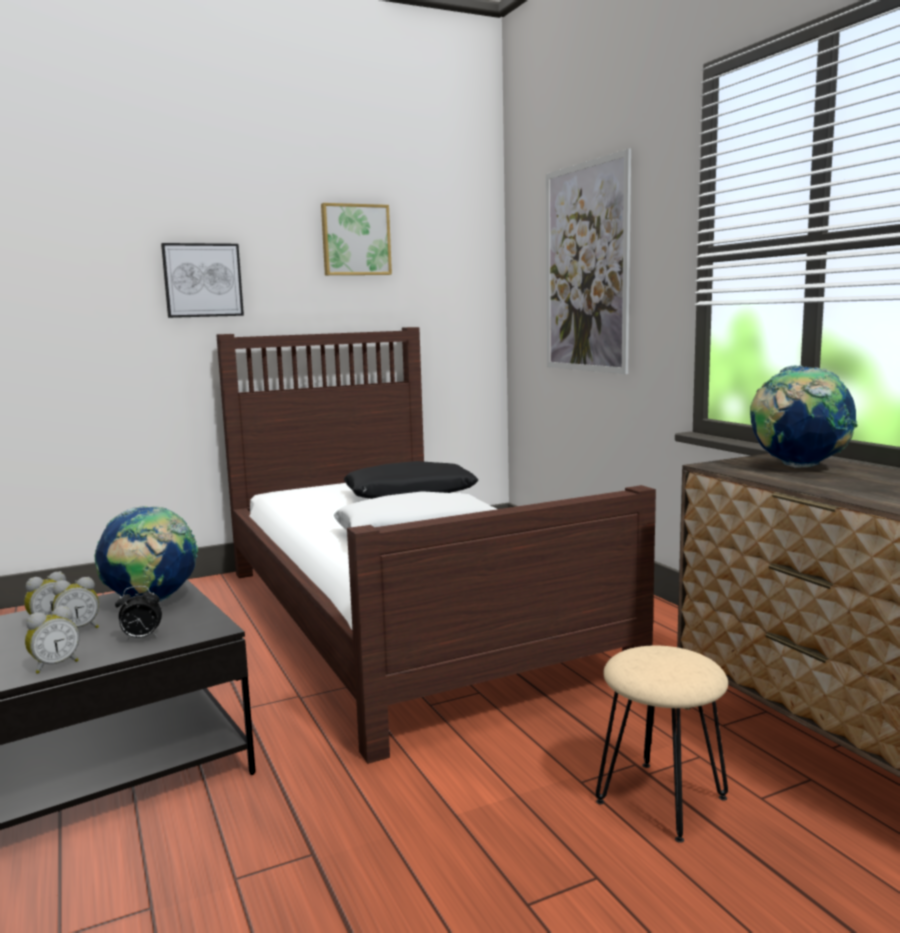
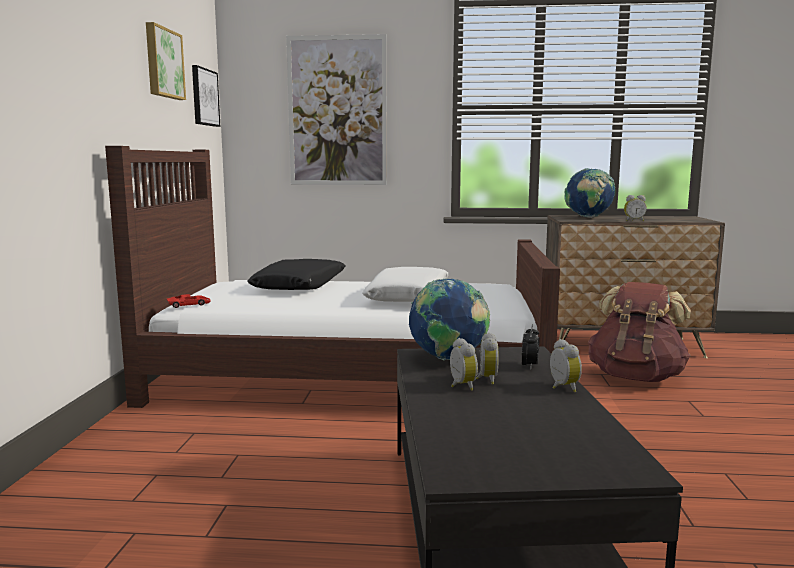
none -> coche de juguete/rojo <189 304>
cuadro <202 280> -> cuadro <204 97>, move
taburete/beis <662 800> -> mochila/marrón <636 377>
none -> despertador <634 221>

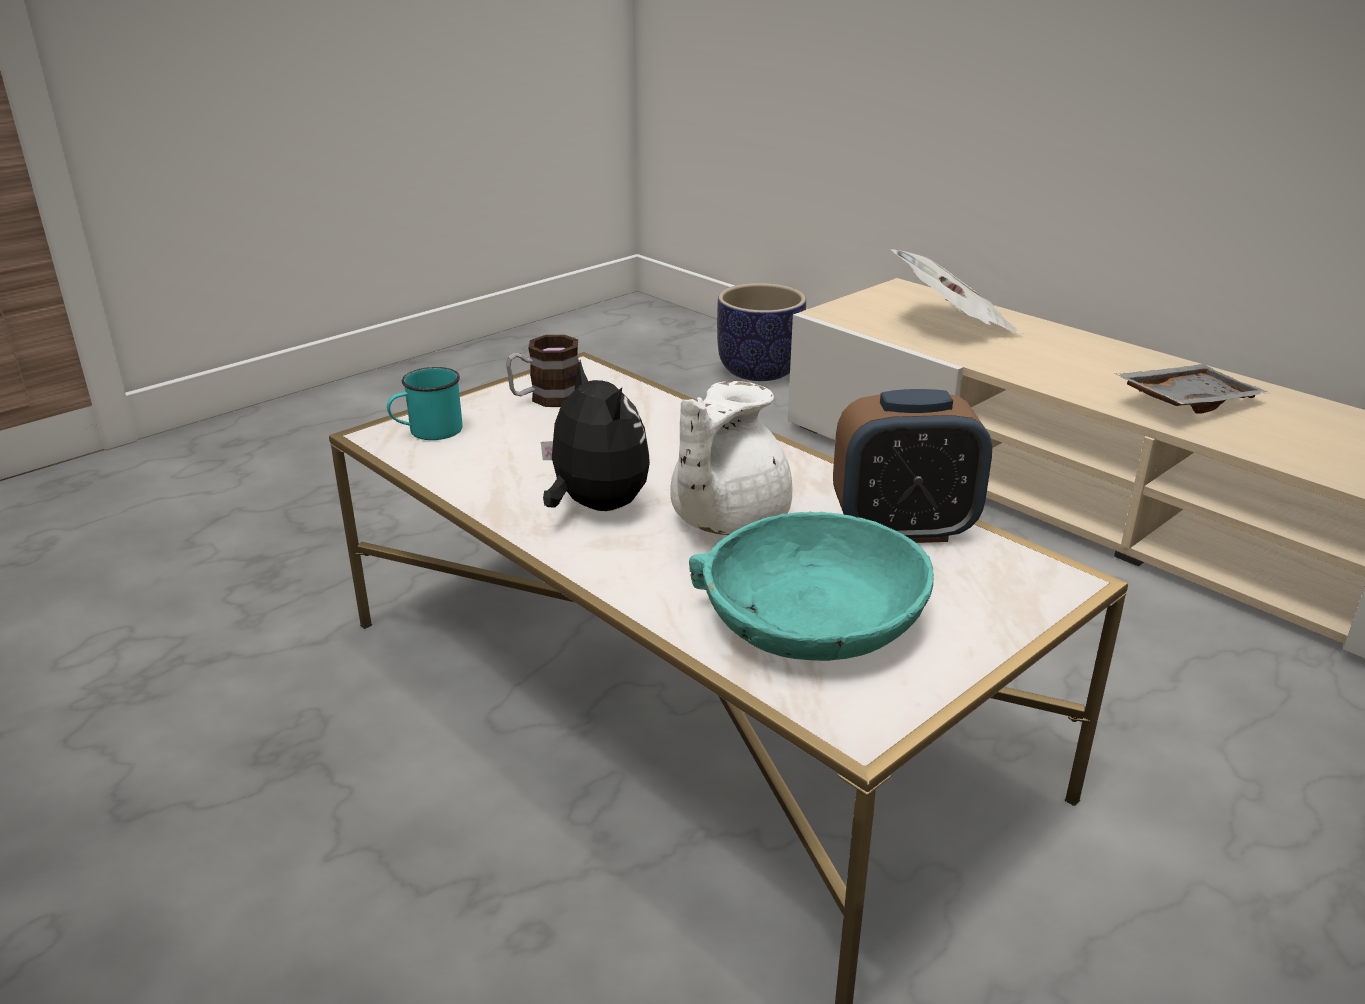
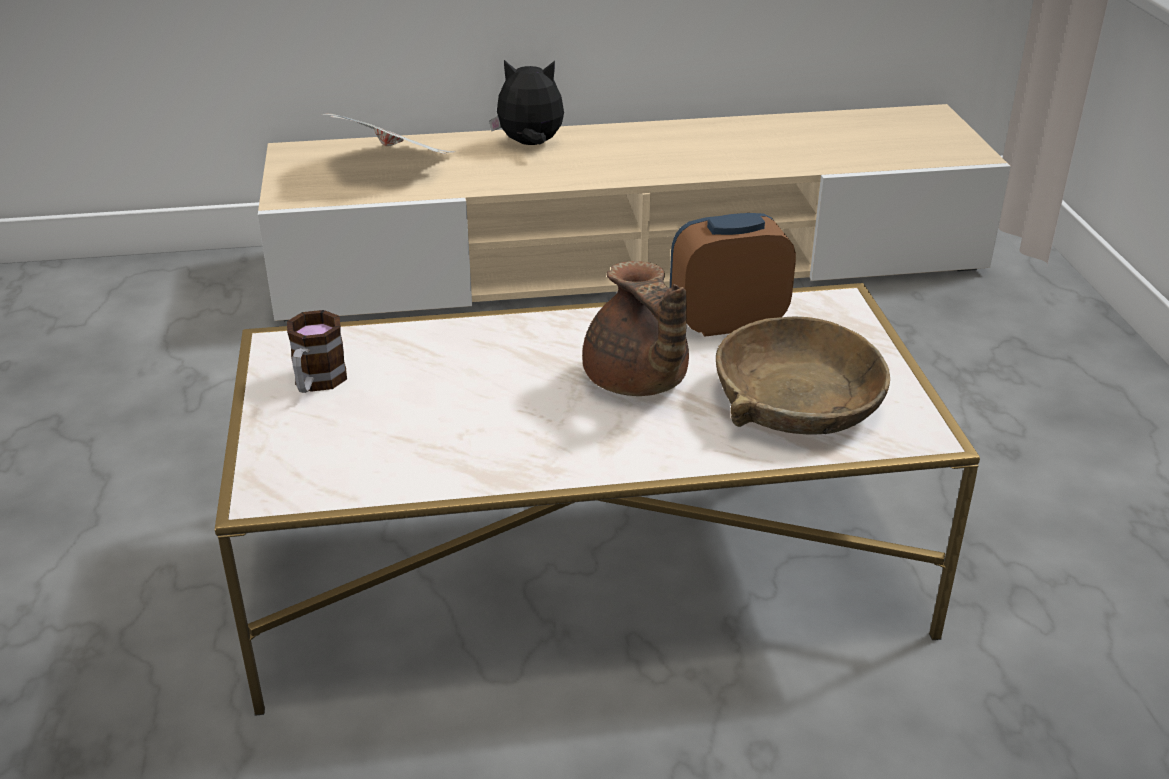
peluche <595 506> -> peluche <530 145>, move
tetera/blanco <725 520> -> tetera/marrón <637 382>
despertador <903 530> -> despertador <727 322>, 135 degrees counterclockwise
cuenco/turquesa <812 617> -> cuenco/marrón <797 401>
taza grande/turquesa <428 432> -> none
maceta <758 371> -> none
bandeja/gris <1185 402> -> none

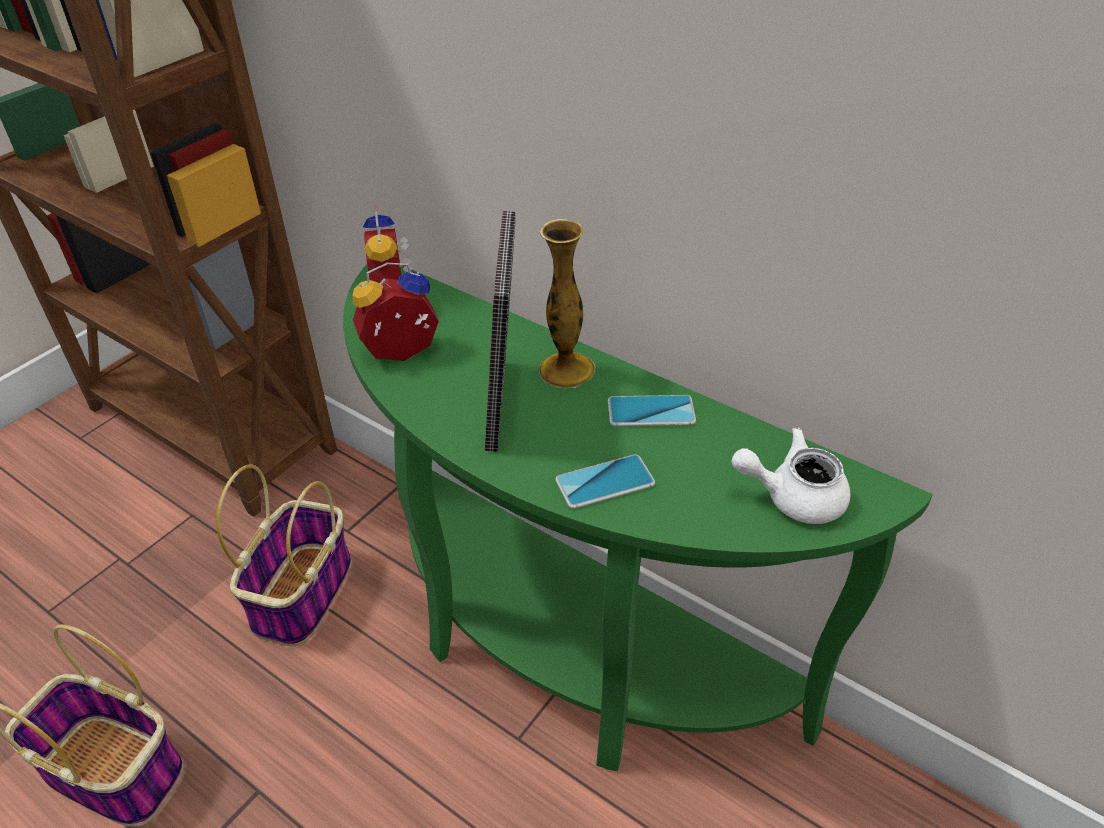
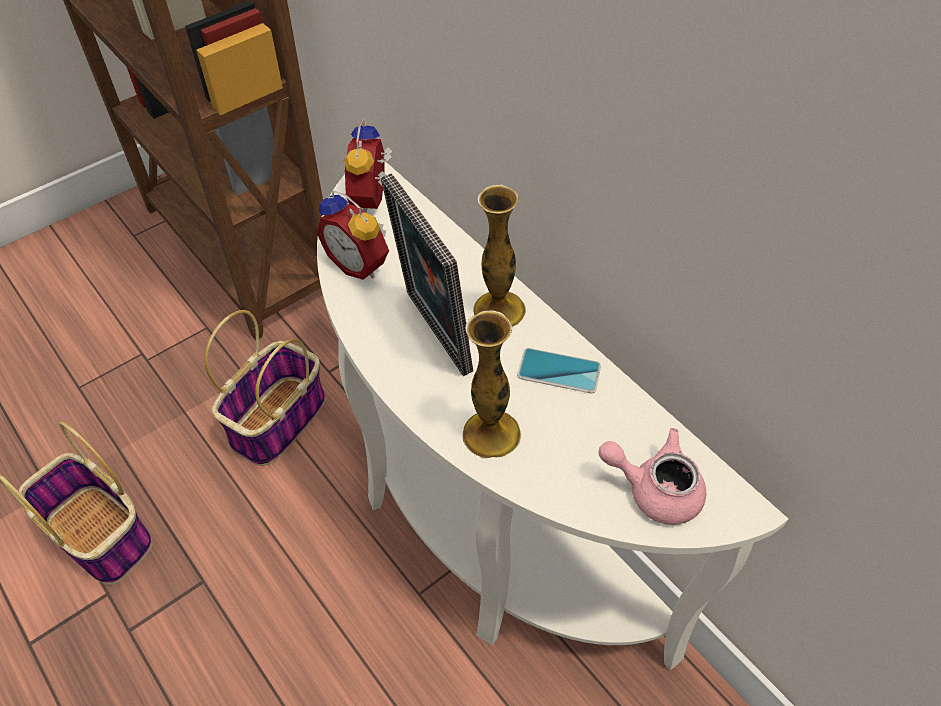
despertador <402 355> -> despertador <360 263>, 135 degrees counterclockwise
mesa consola/verde <562 650> -> mesa consola/blanco <479 525>
portarretratos <504 404> -> portarretratos <431 334>, 135 degrees clockwise
móvil <605 482> -> florero <491 434>
tetera/blanco <792 496> -> tetera/rosa <654 489>

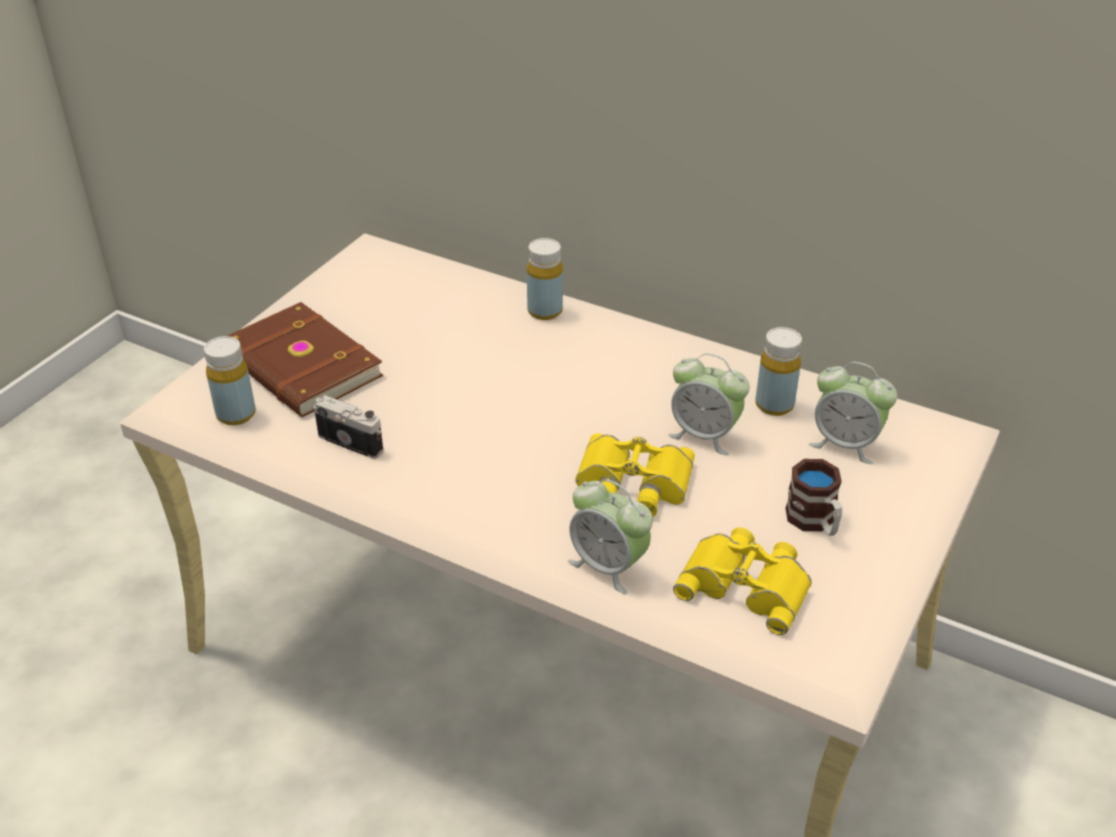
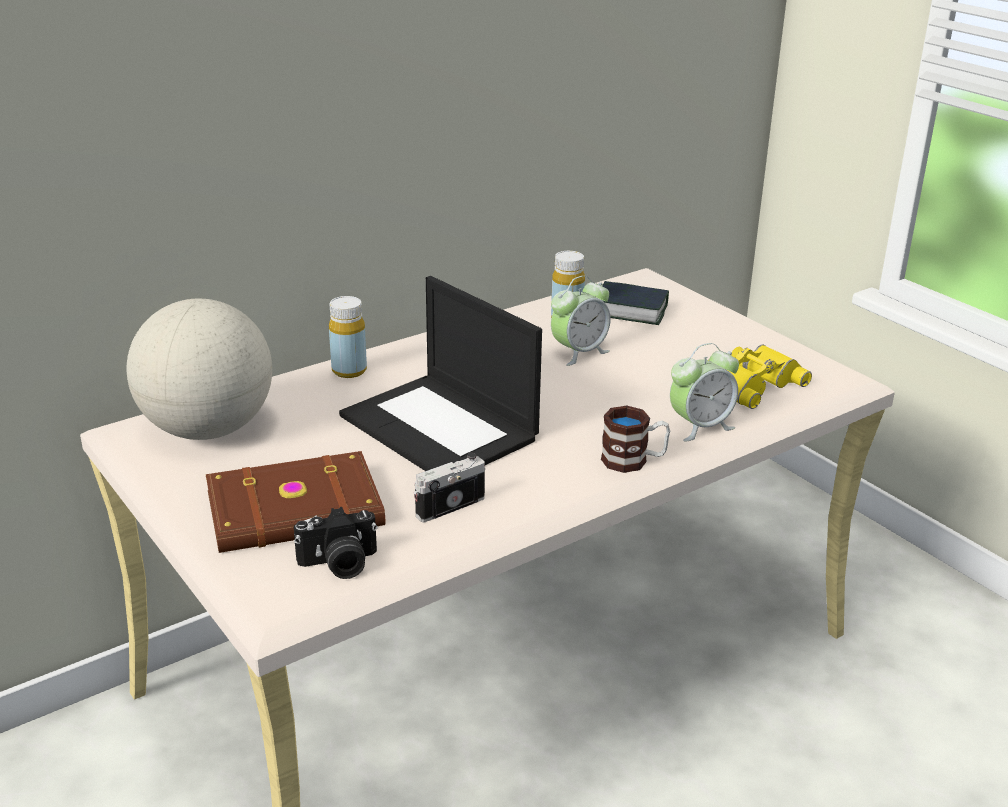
none -> globo terráqueo <208 429>
botella/amarillo <236 414> -> cámara <339 564>
none -> portátil <441 428>
taza grande <815 522> -> taza grande <634 461>, move
despertador <845 444> -> libro <630 310>
prismáticos/amarillo <632 484> -> none

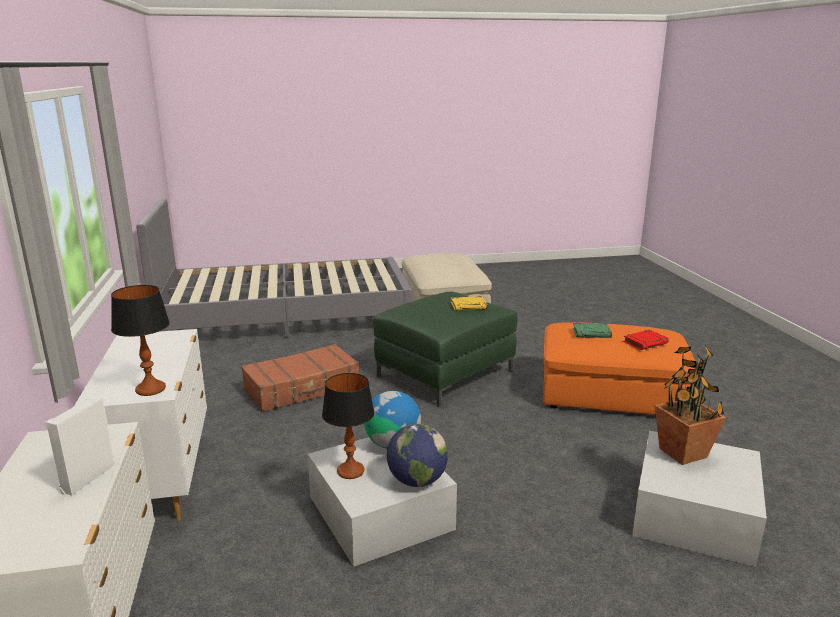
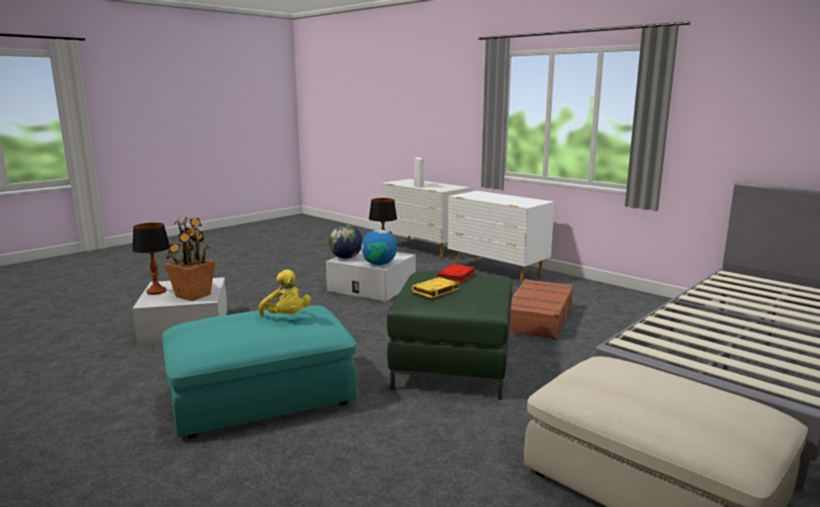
lámpara de mesa <151 389> -> lámpara de mesa <156 291>, move
puf/naranja <611 393> -> puf/turquesa <261 396>
libro/verde <592 333> -> peluche/amarillo <286 317>
libro/rojo <645 342> -> libro/rojo <456 276>, move

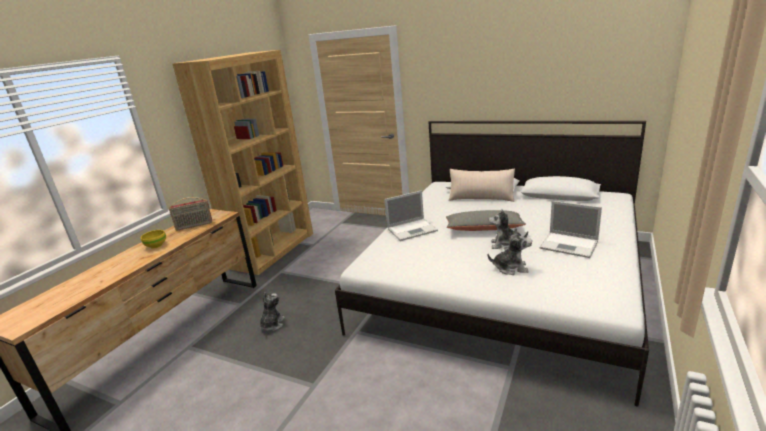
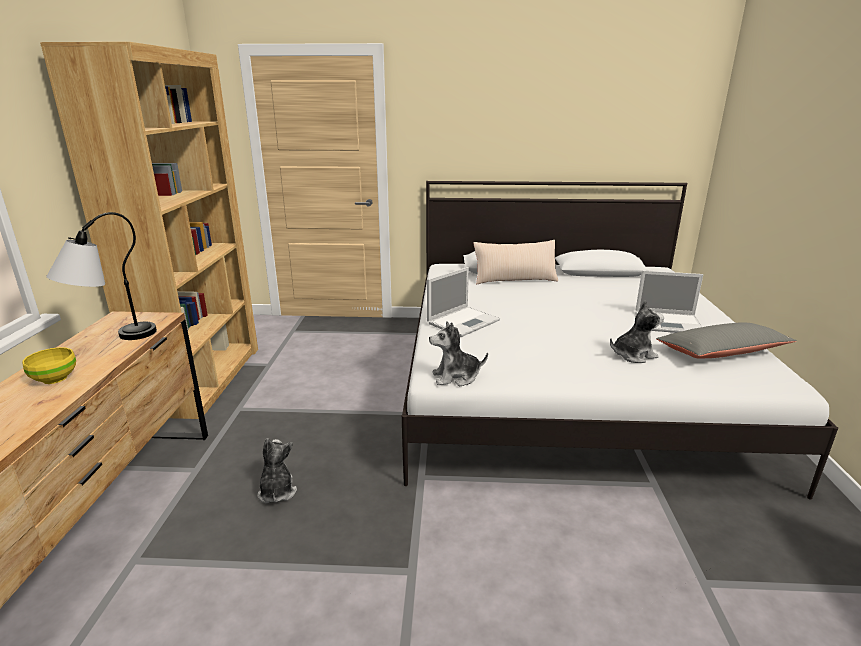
radio <194 226> -> lámpara de mesa <112 339>
peluche <506 245> -> peluche <456 377>, move
cojín/gris <484 228> -> cojín/gris <721 352>, move

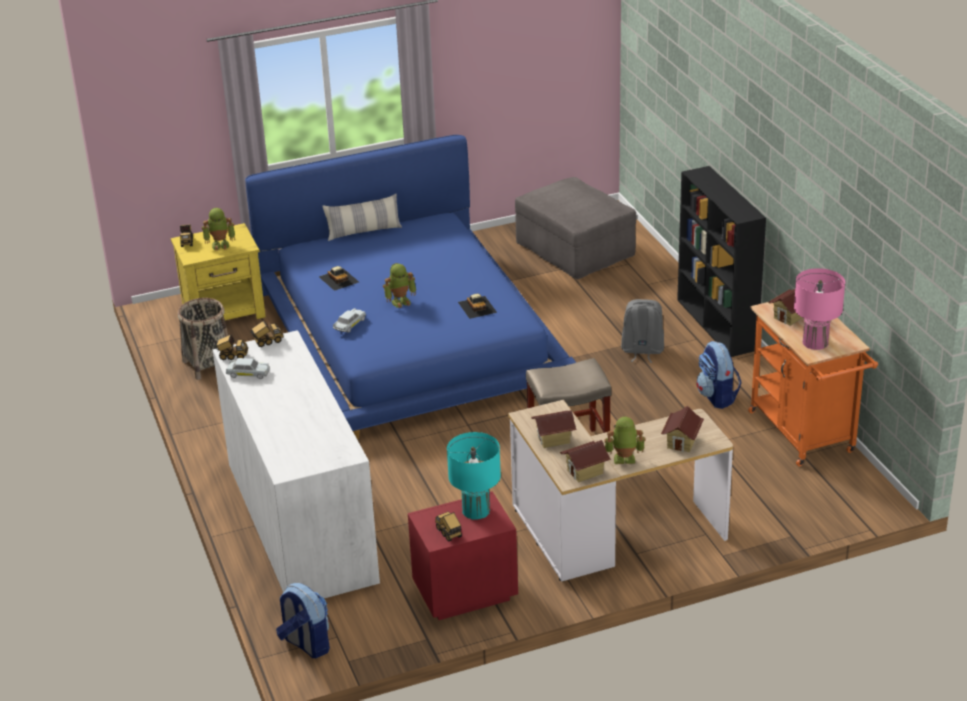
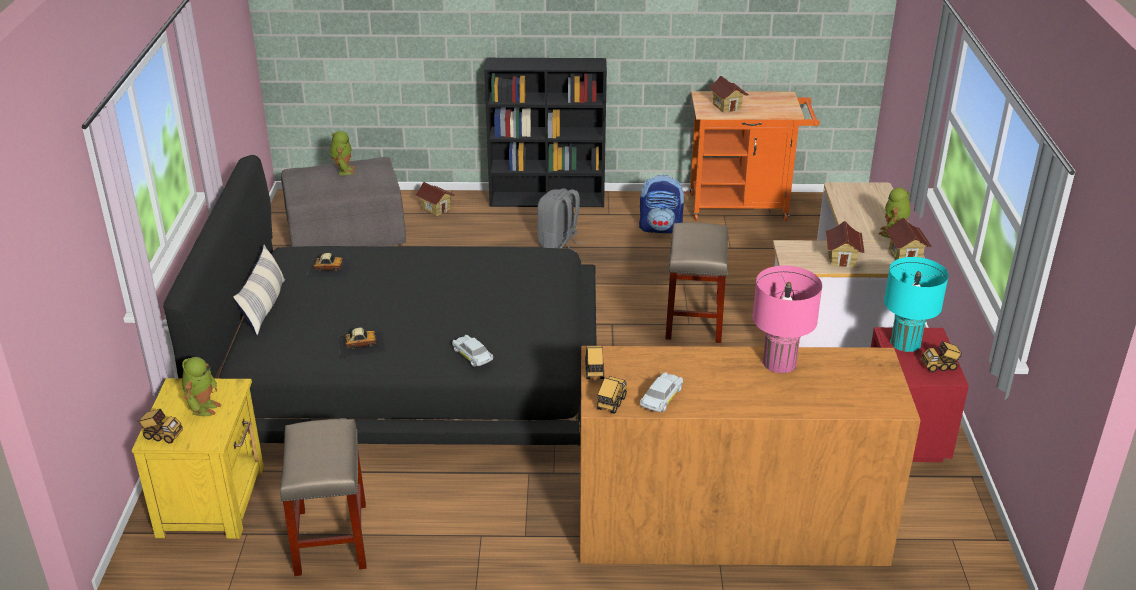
cama/azul <408 336> -> cama/negro <410 368>
cesta <208 364> -> taburete/beis <331 540>
coche de juguete <477 307> -> coche de juguete <329 267>, move
robot de juguete <400 301> -> robot de juguete <343 170>, move
casita <682 442> -> casita <435 209>, move
cómoda/blanco <300 521> -> cómoda/marrón <729 524>
lámpara de mesa/rosa <815 342> -> lámpara de mesa/rosa <779 363>, move
mochila <306 644> -> none

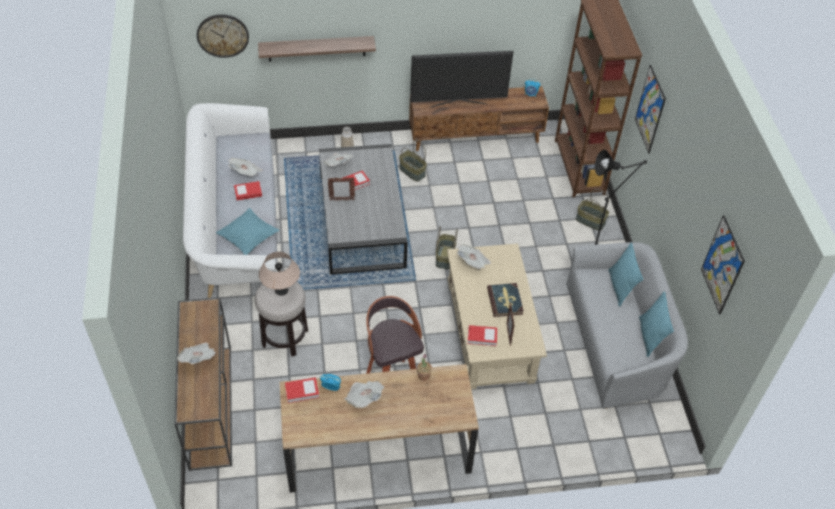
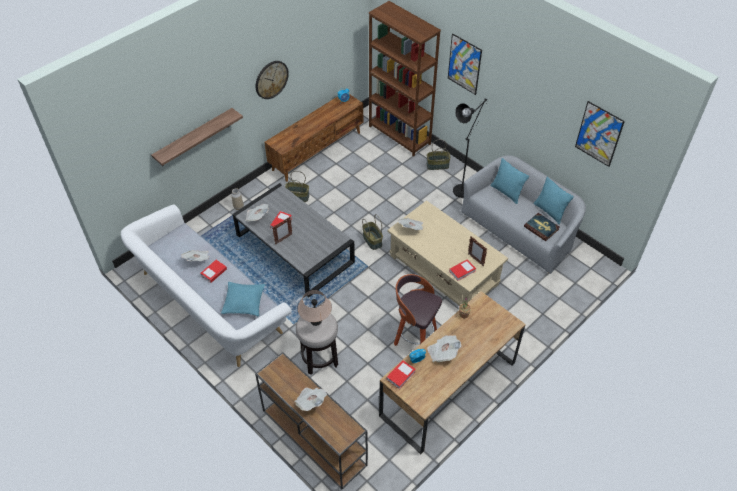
reloj de pared <222 35> -> reloj de pared <271 79>, move
libro <505 301> -> libro <541 228>, move
televisor <458 105> -> none

